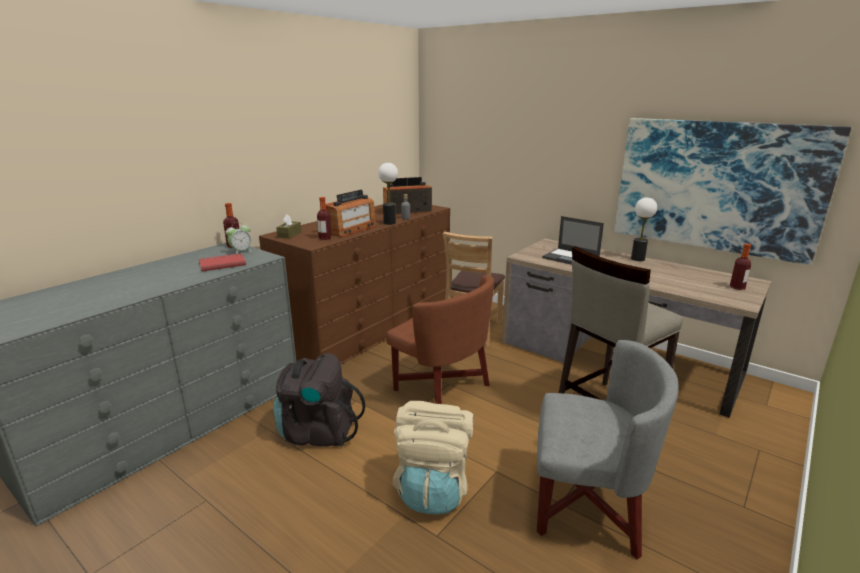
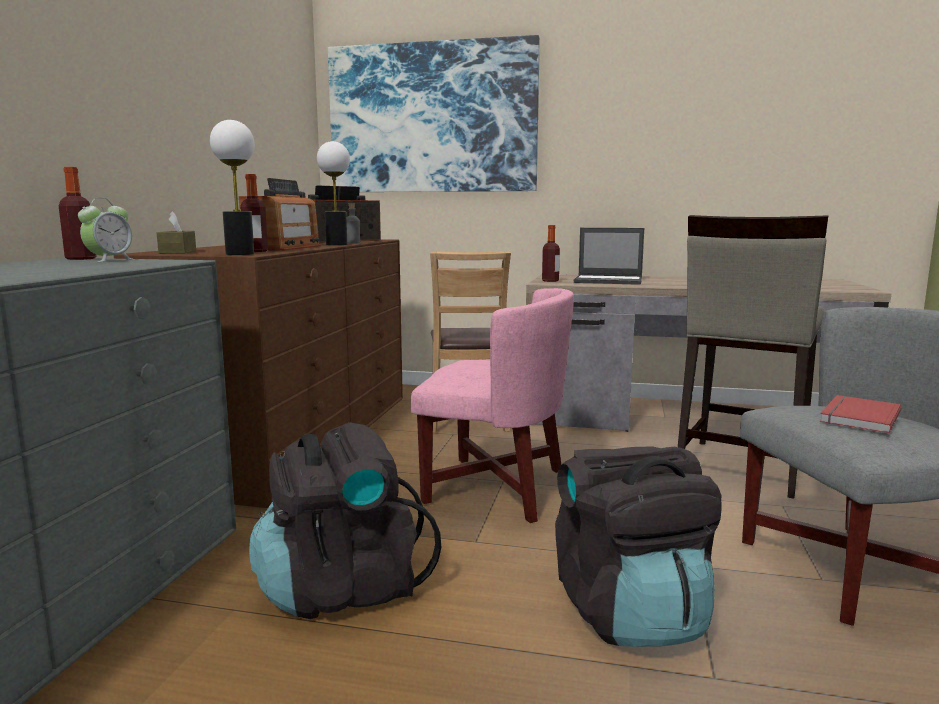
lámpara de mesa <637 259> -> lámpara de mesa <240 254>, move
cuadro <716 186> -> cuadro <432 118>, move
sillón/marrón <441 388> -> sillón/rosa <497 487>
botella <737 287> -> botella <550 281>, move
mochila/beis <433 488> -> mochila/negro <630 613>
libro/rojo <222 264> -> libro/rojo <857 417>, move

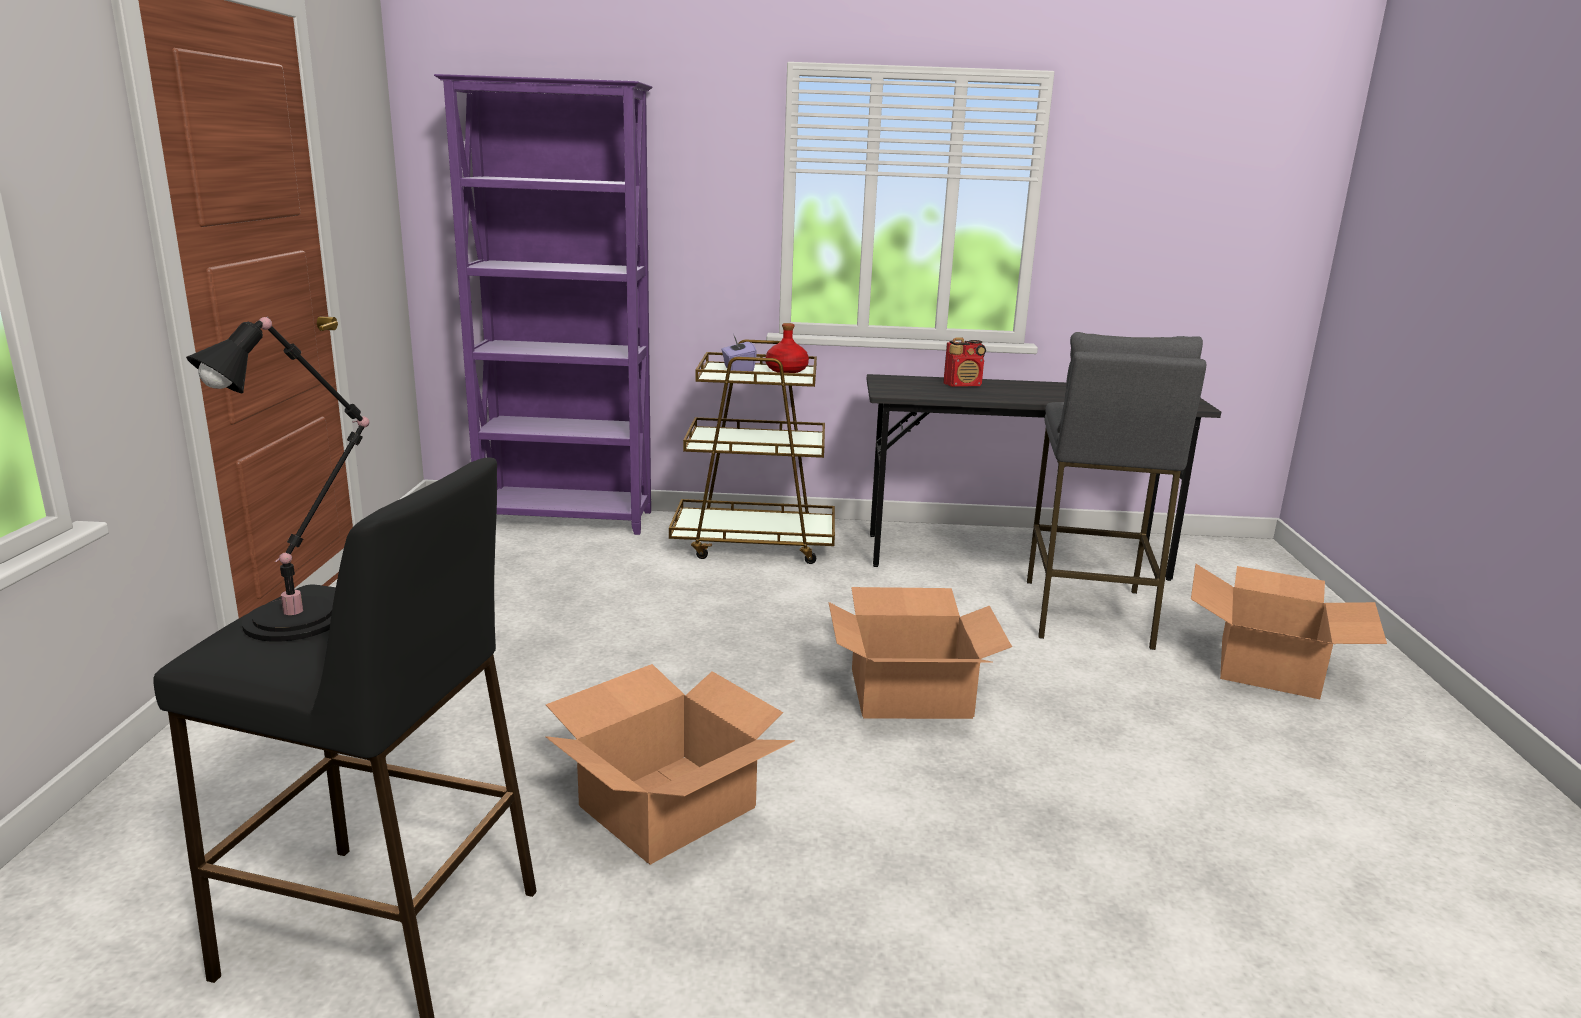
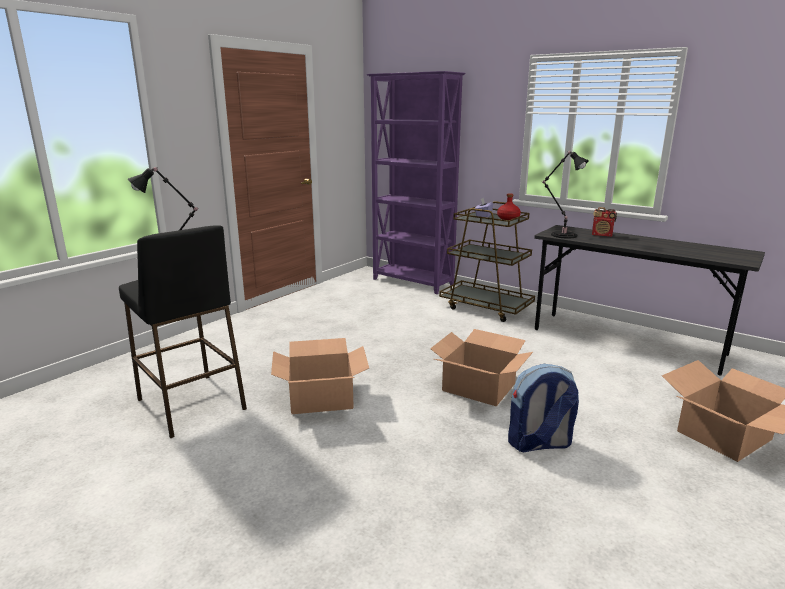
none -> mochila <539 444>
none -> lámpara de mesa/negro <561 235>
taburete/gris <1087 613> -> none

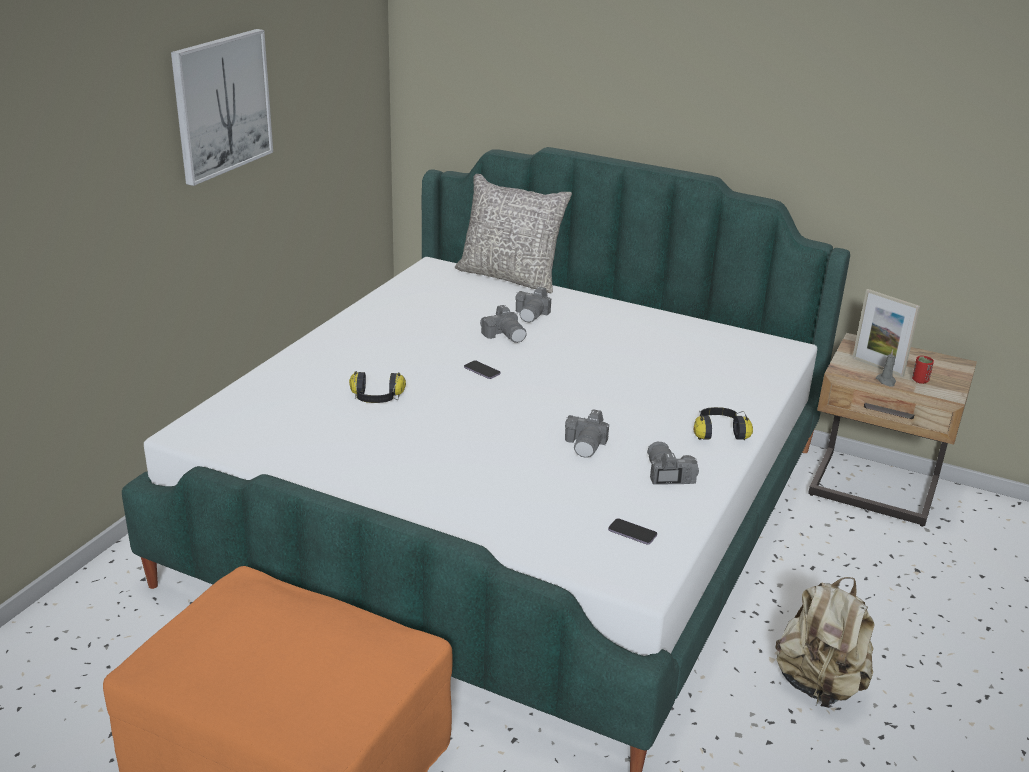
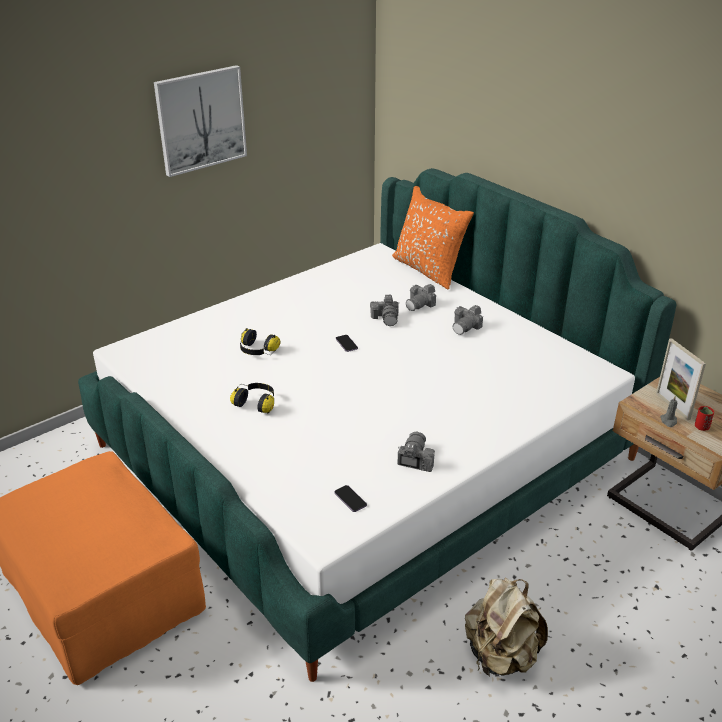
auriculares <719 433> -> auriculares <256 404>, move
cojín/gris <510 277> -> cojín/naranja <429 270>
cámara <586 444> -> cámara <466 327>, move

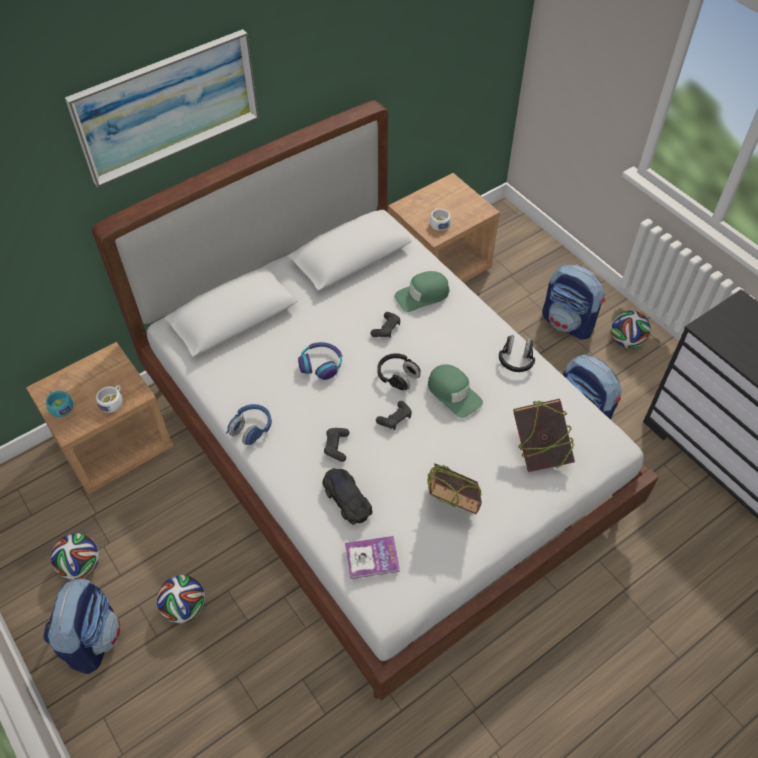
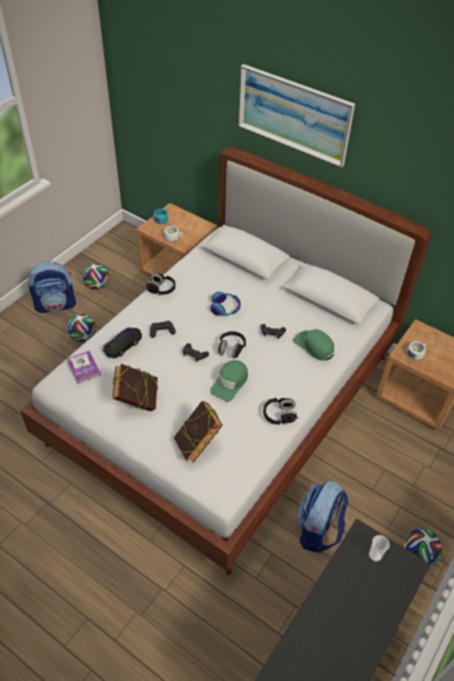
auriculares/azul <251 429> -> auriculares/negro <161 289>
none -> taza <375 555>
mochila <568 323> -> none

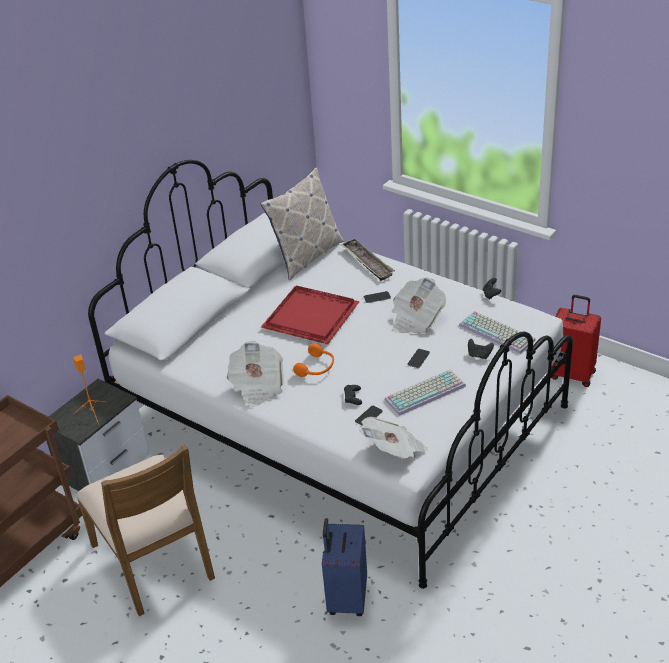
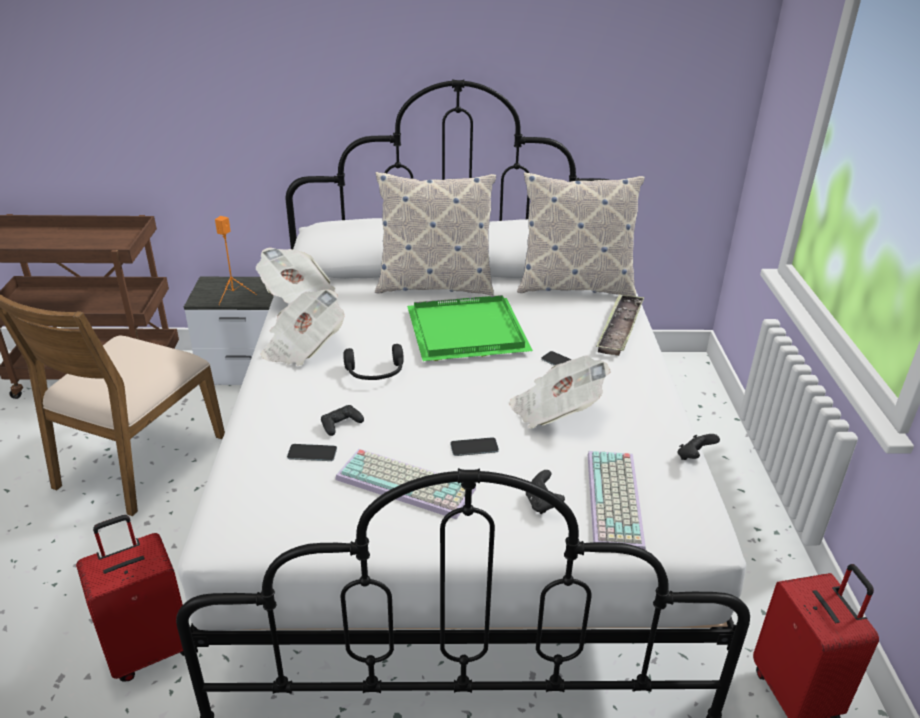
maleta/azul <346 598> -> maleta/rojo <150 649>
periódico <394 451> -> periódico <298 297>, move
auriculares/naranja <317 367> -> auriculares/negro <375 373>
none -> cojín <435 285>
bandeja/rojo <311 318> -> bandeja/verde <465 333>

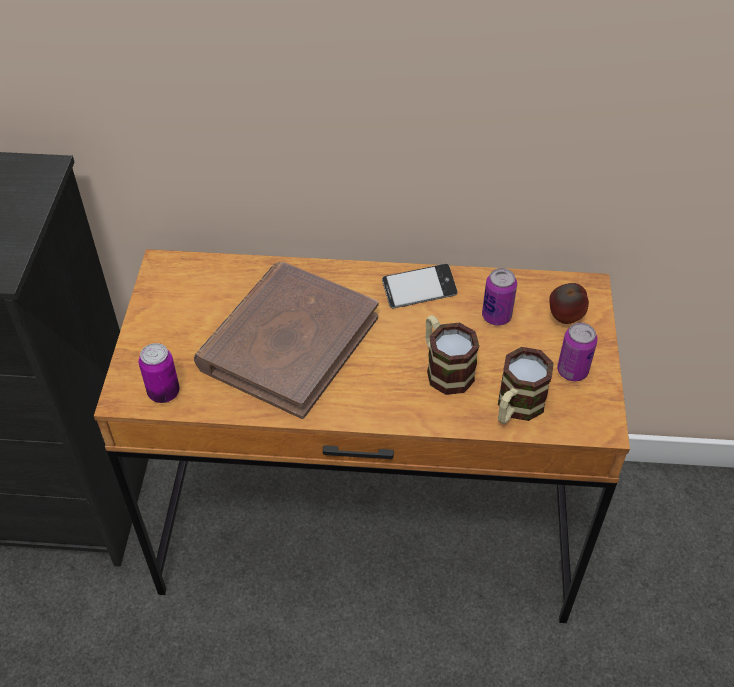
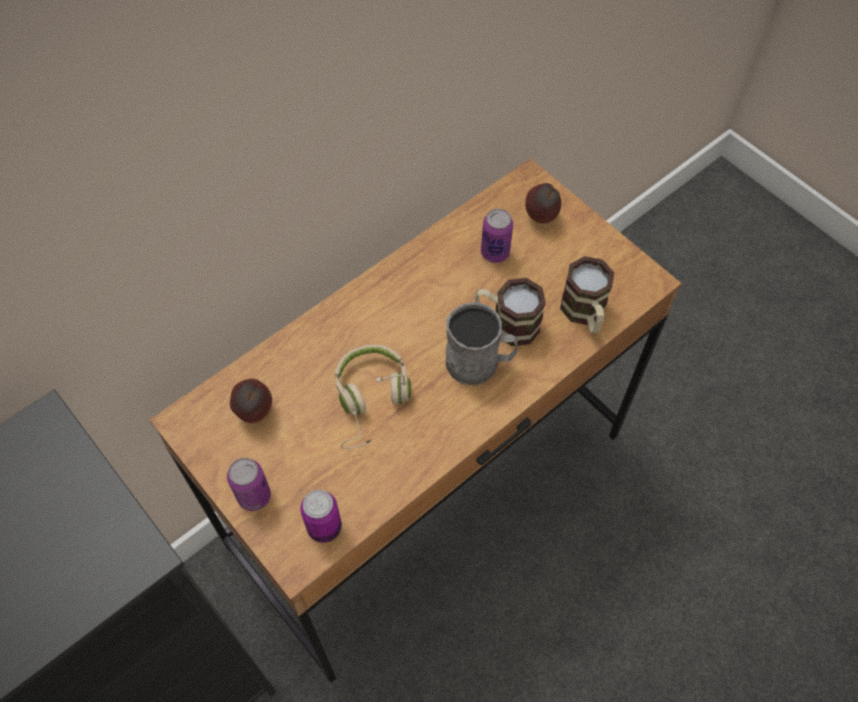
lata <572 371> -> lata <254 496>, move
none -> manzana <255 413>
libro/marrón <288 342> -> auriculares/beis <371 400>
none -> taza grande/gris <479 363>
móvil <419 290> -> none

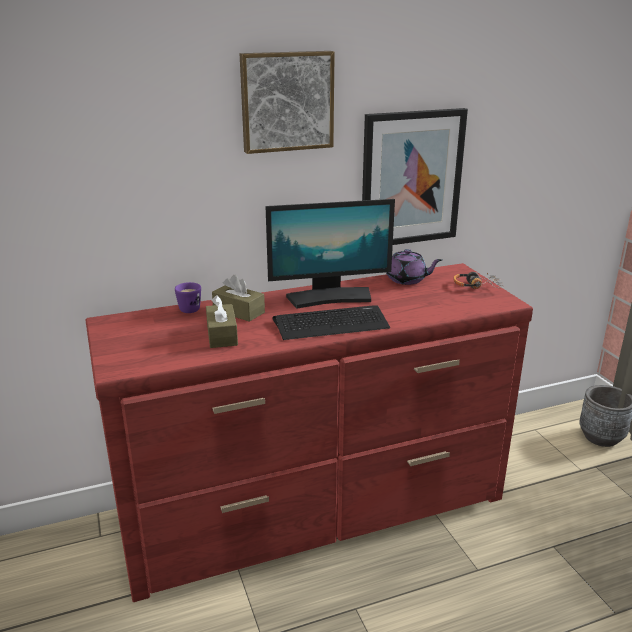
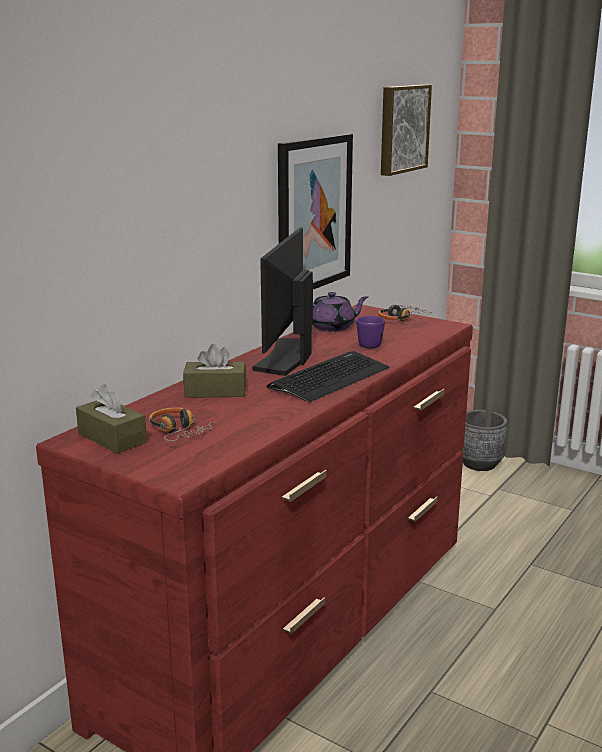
caja de pañuelos/marrón <222 335> -> caja de pañuelos/marrón <112 438>, move
none -> auriculares <179 431>
monitor <329 297> -> monitor <287 357>, 150 degrees clockwise
taza grande/morado <191 308> -> taza grande/morado <367 344>, move
cuadro <286 101> -> cuadro <402 129>, move

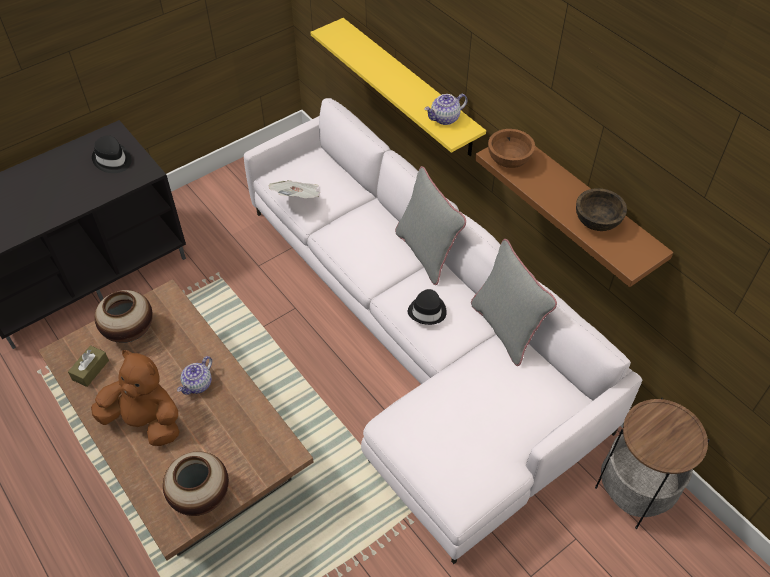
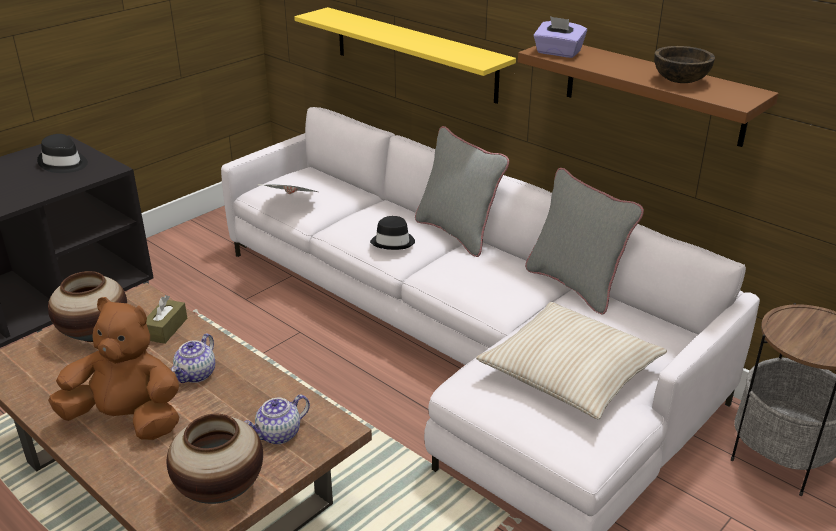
caja de pañuelos/marrón <90 370> -> caja de pañuelos/marrón <165 329>, move
tetera <445 119> -> tetera <278 434>, move
sombrero/negro <427 311> -> sombrero/negro <393 242>, move
none -> cojín/beis <569 372>
cuenco/marrón <509 159> -> caja de pañuelos/morado <558 53>

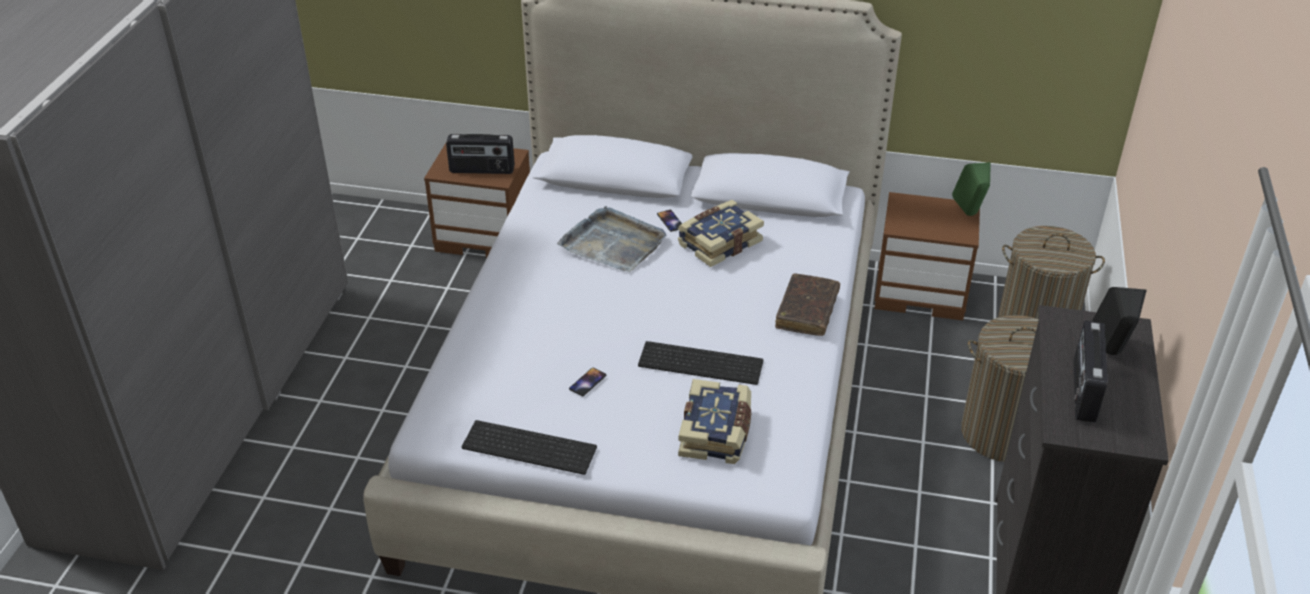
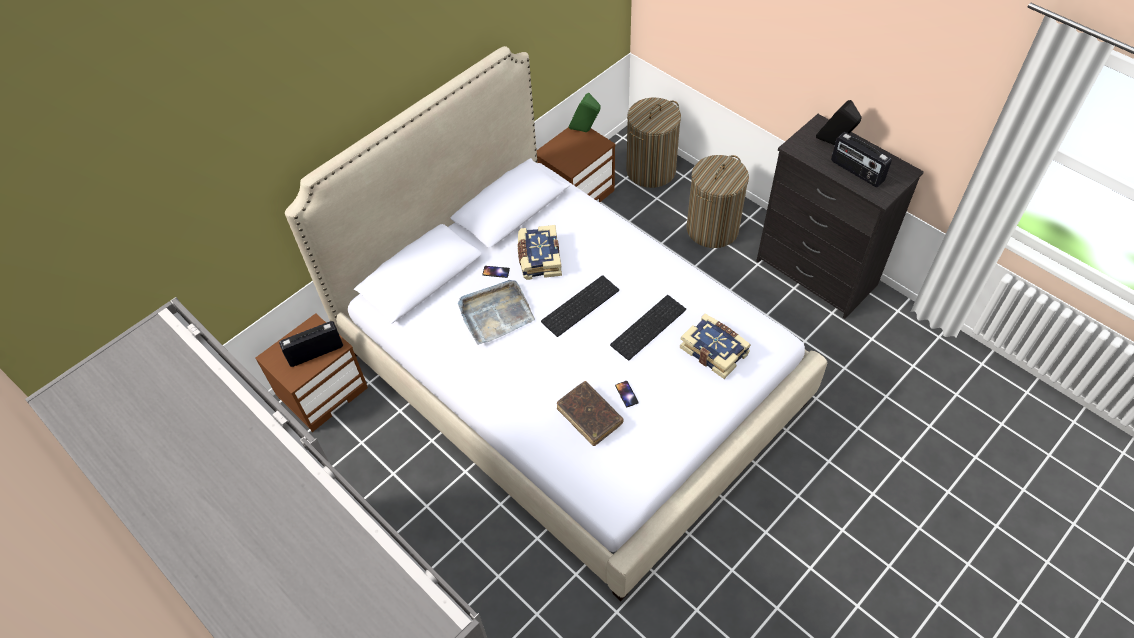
radio <482 170> -> radio <315 352>, 150 degrees counterclockwise
teclado <531 446> -> teclado <580 304>, move
libro/marrón <807 311> -> libro/marrón <589 416>, move

